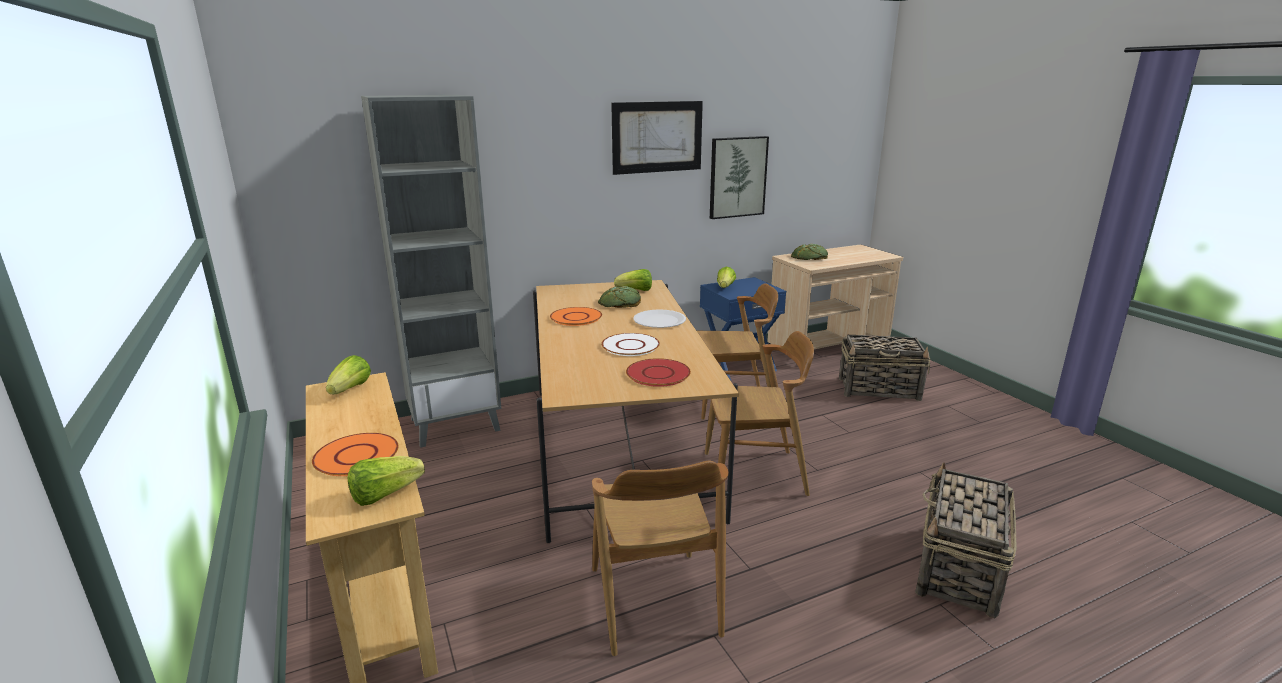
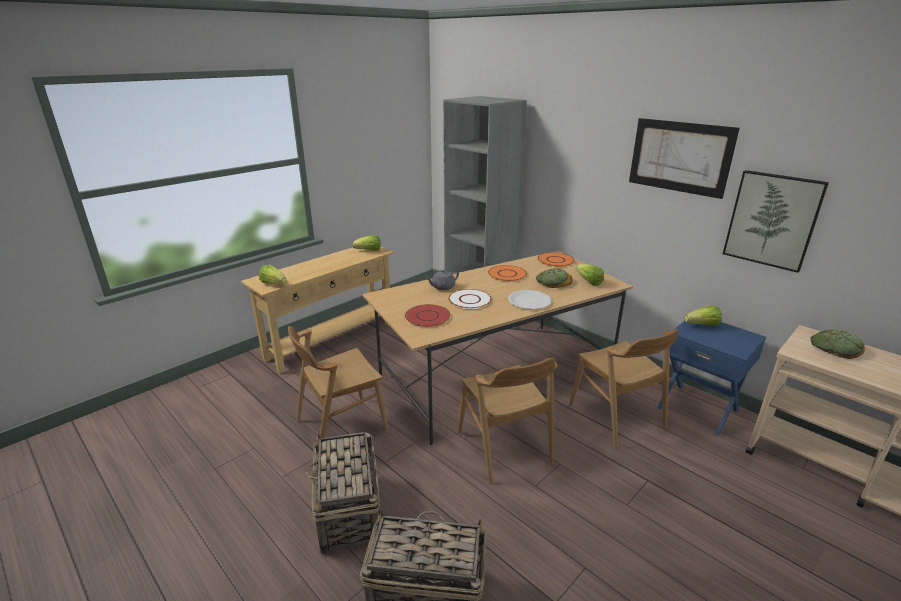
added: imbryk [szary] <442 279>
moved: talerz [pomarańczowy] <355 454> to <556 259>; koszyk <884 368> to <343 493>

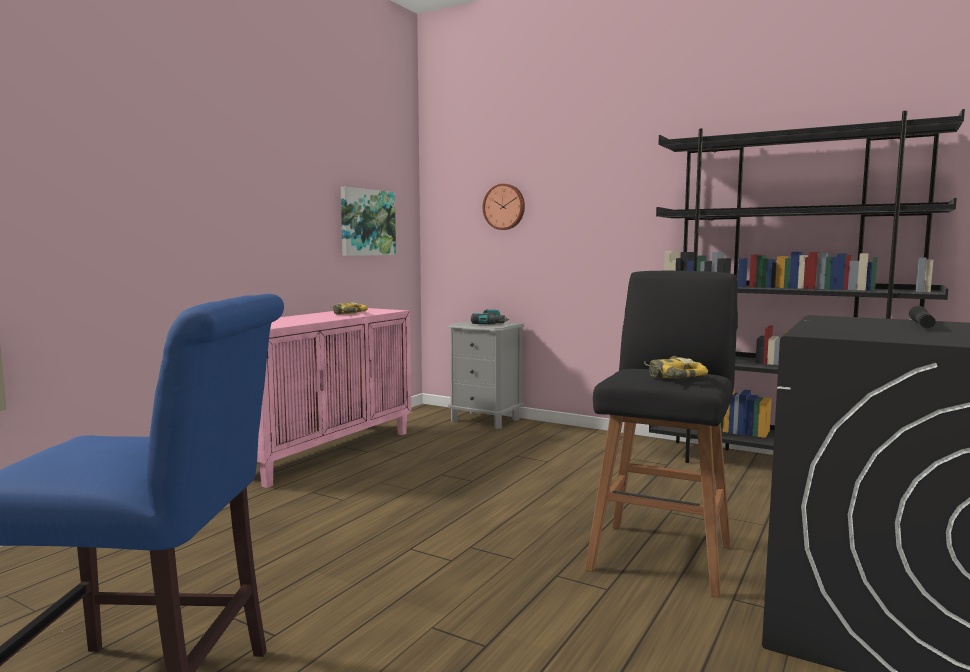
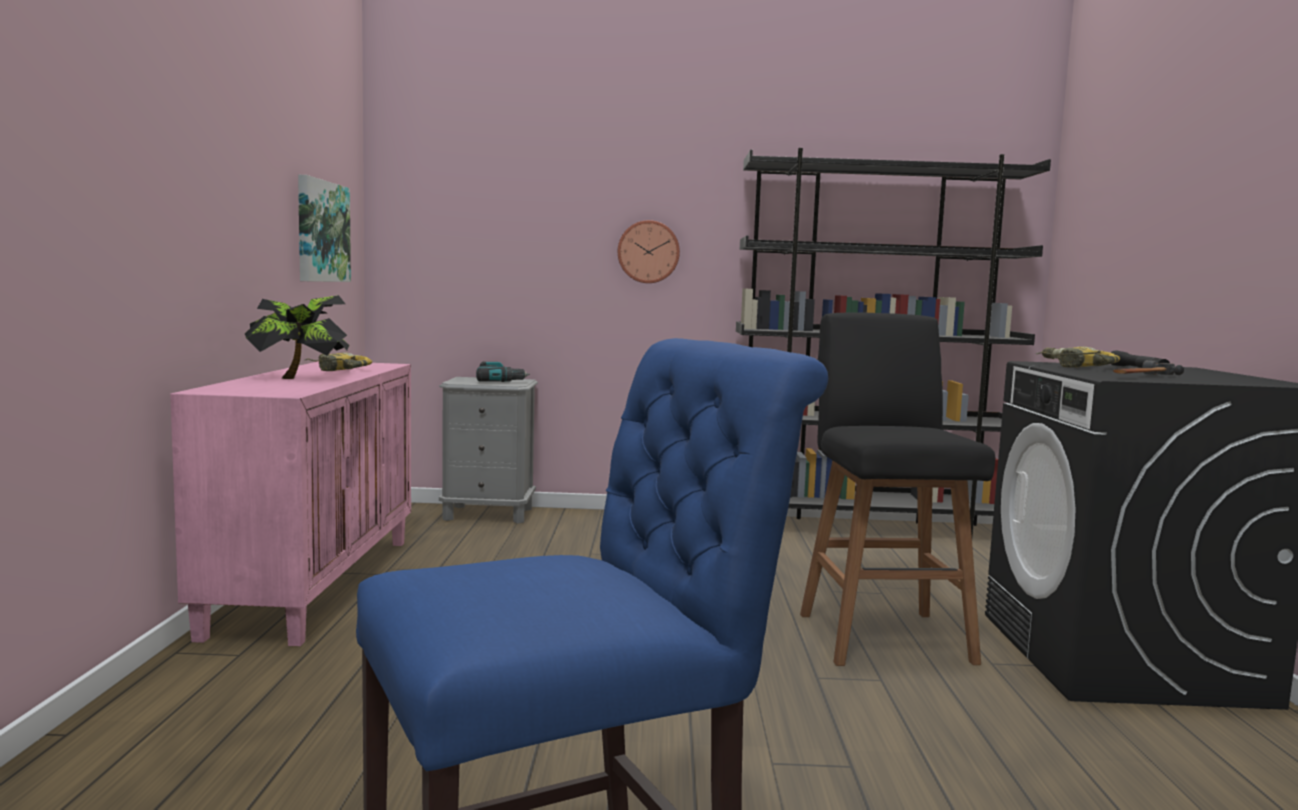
added: roślina doniczkowa <297 337>; młotek <1148 367>
moved: zegar ścienny <504 207> to <649 251>; wiertarka <676 367> to <1078 357>

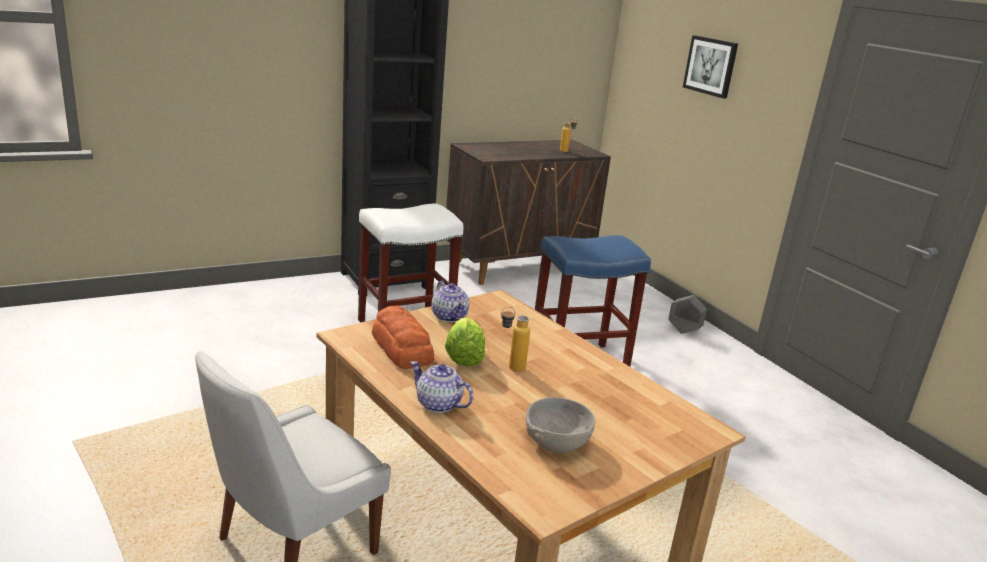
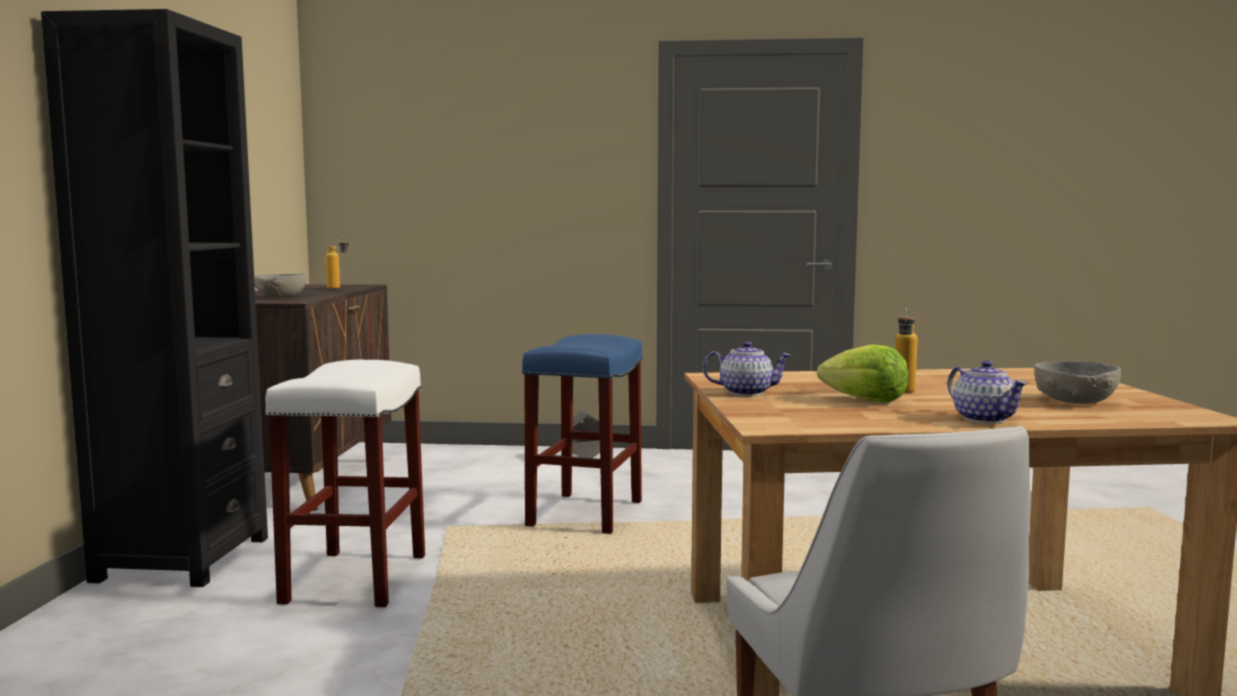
removed: chleb <403 337>; obraz <710 67>
added: miska [szary] <280 285>
turned: imbryk <442 387> = <988 391> 90 degrees counterclockwise

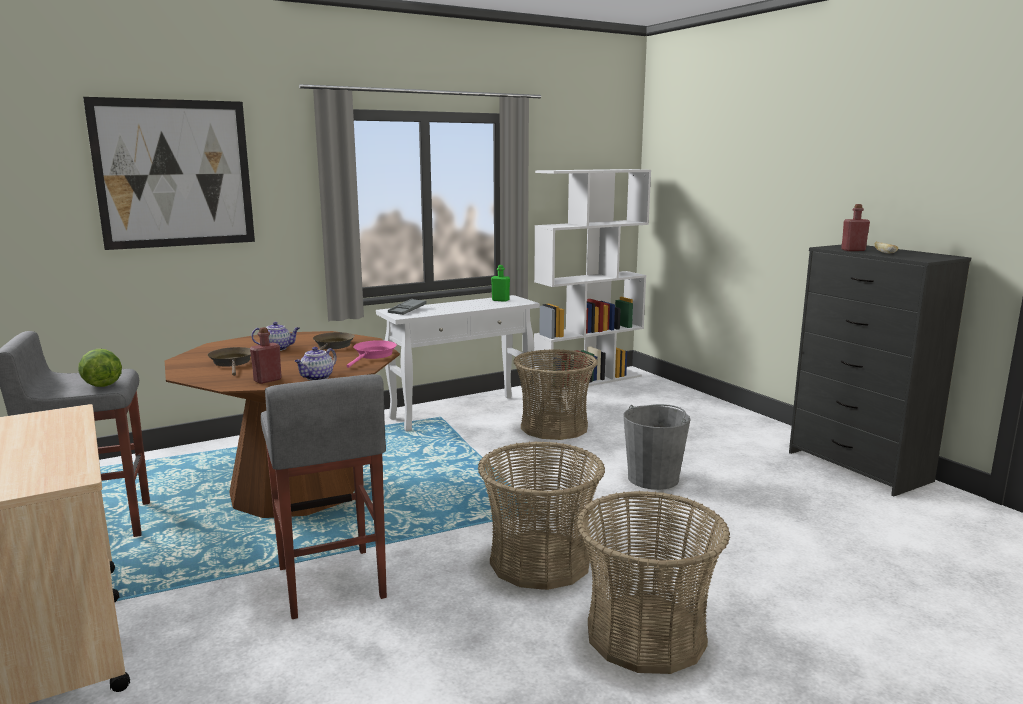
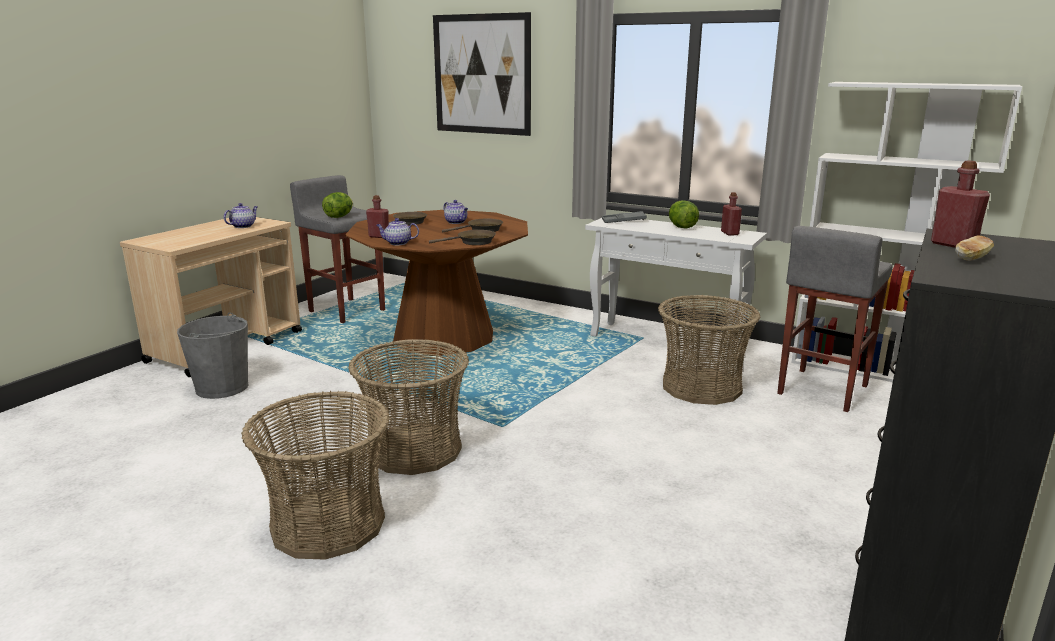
added: imbryk <241 215>; sałata <684 214>
moved: stołek [szary] <324 496> to <835 319>; wiadro [szary] <657 447> to <213 356>
recoloured: patelnia [różowy] <371 354> to patelnia [brązowy] <462 237>; butelka [zielony] <500 283> to butelka [czerwony] <731 214>

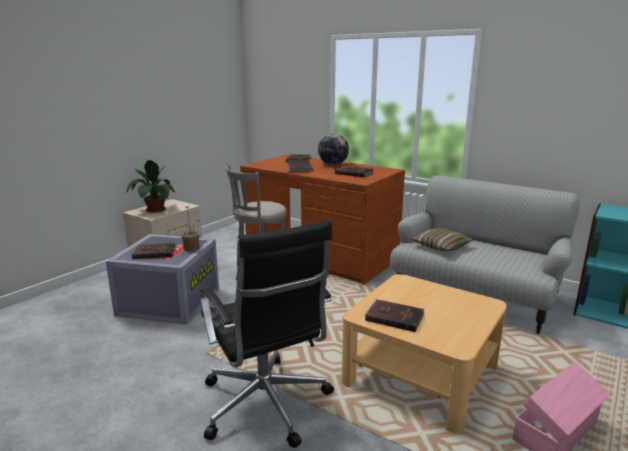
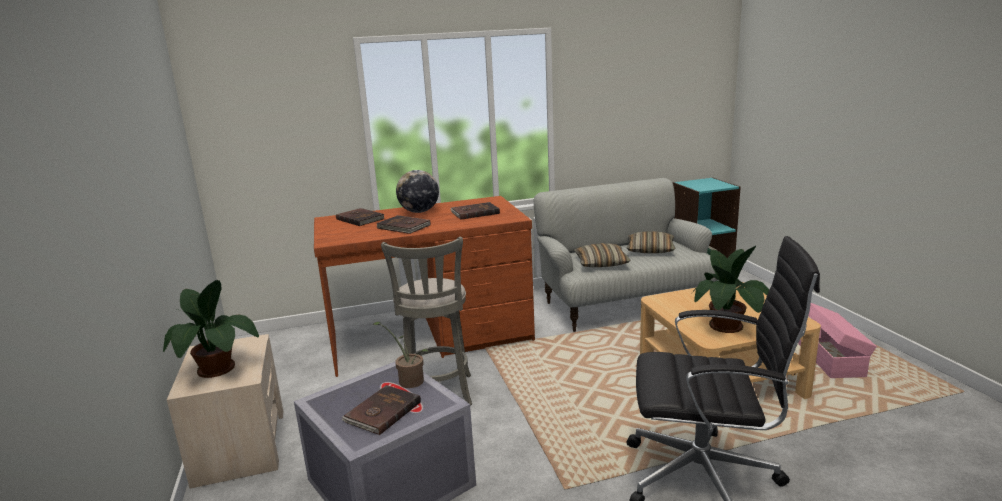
added: poduszka <651 242>
replaced: książka [brązowy] <395 315> to roślina doniczkowa <730 289>

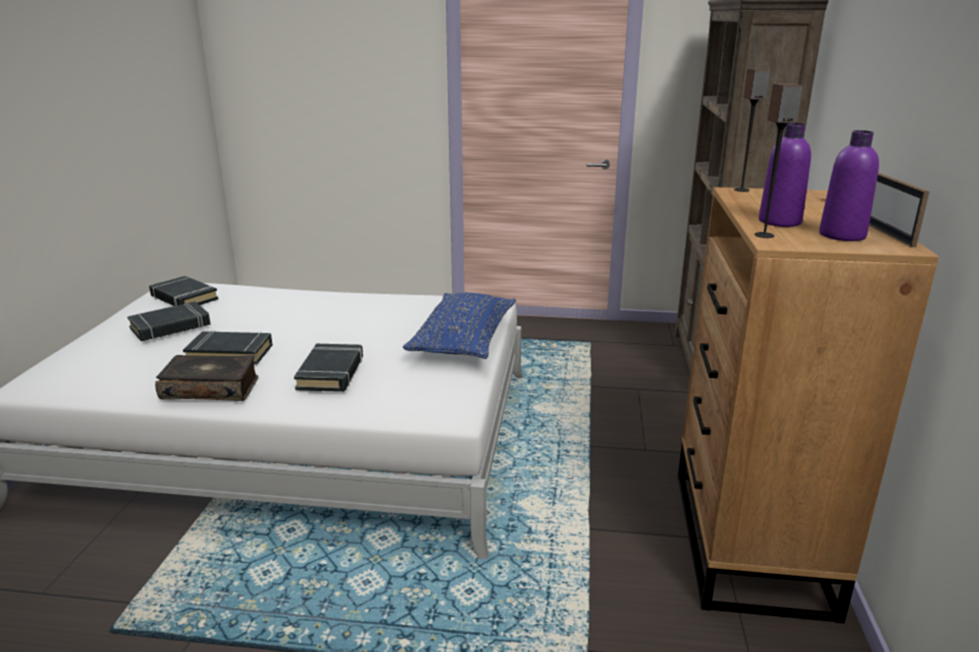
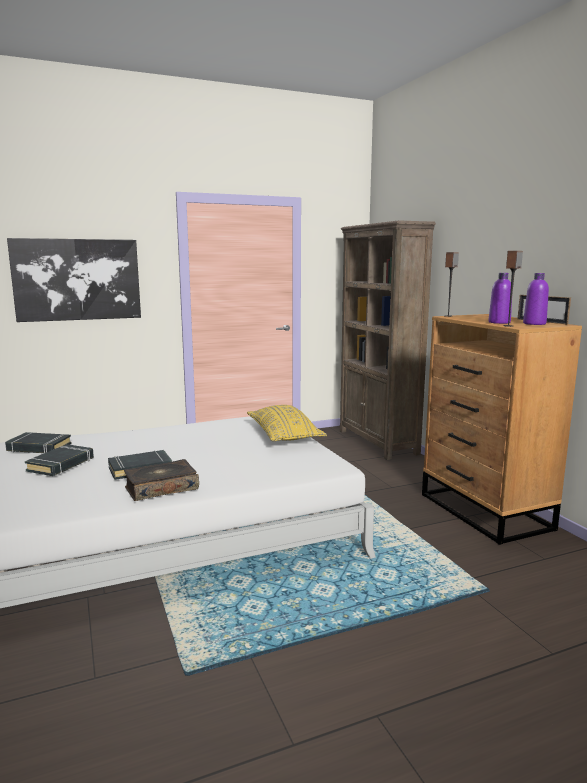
removed: książka [czarny] <328 368>
added: obraz <74 280>
recoloured: poduszka [niebieski] <459 326> to poduszka [żółty] <287 423>

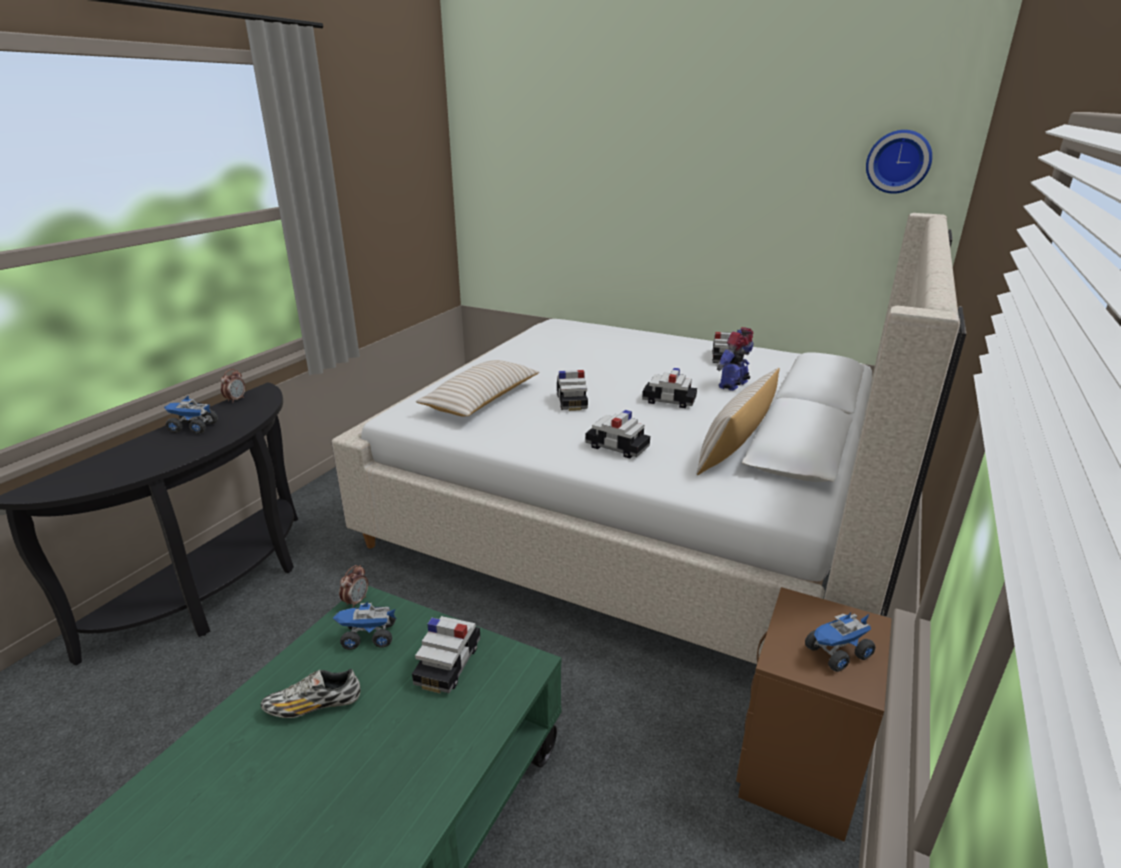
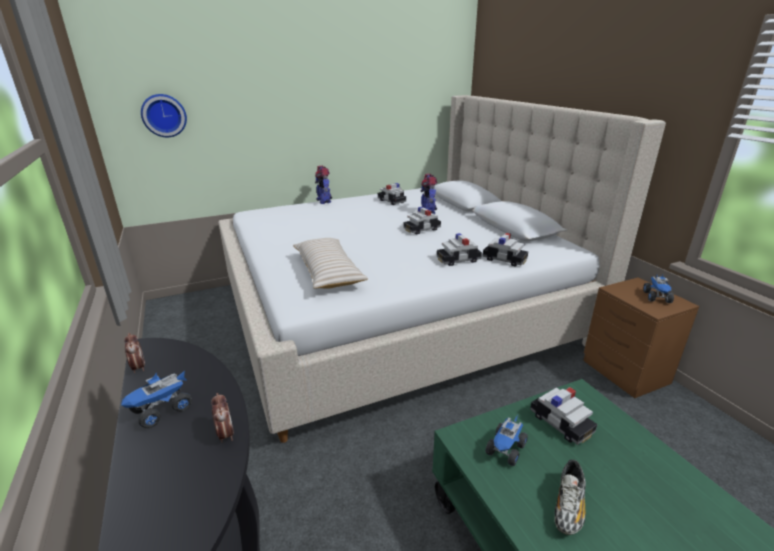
removed: poduszka [beżowy] <738 421>
added: robot zabawkowy <323 185>
moved: budzik <353 586> to <222 418>; samochodzik <572 390> to <505 250>; zegar ścienny <899 162> to <164 115>

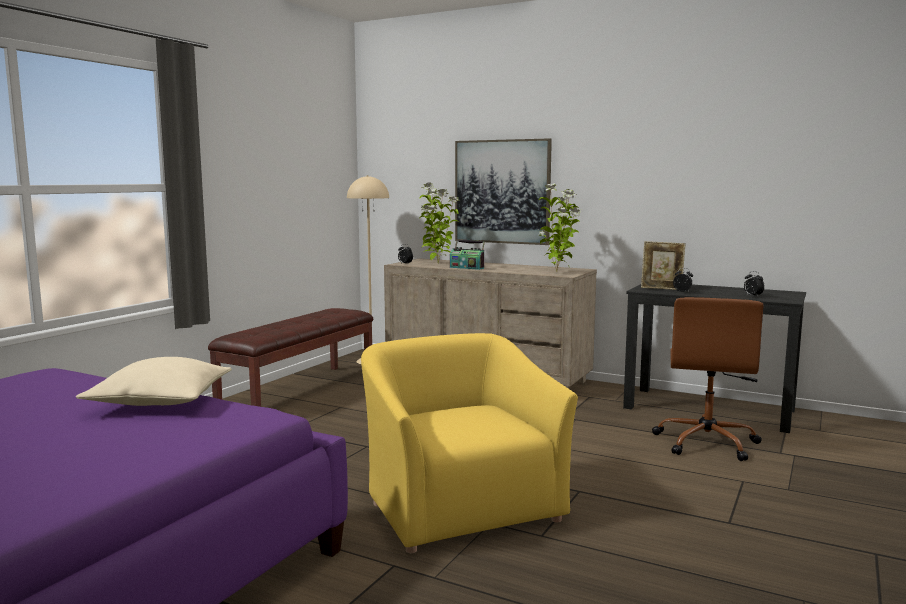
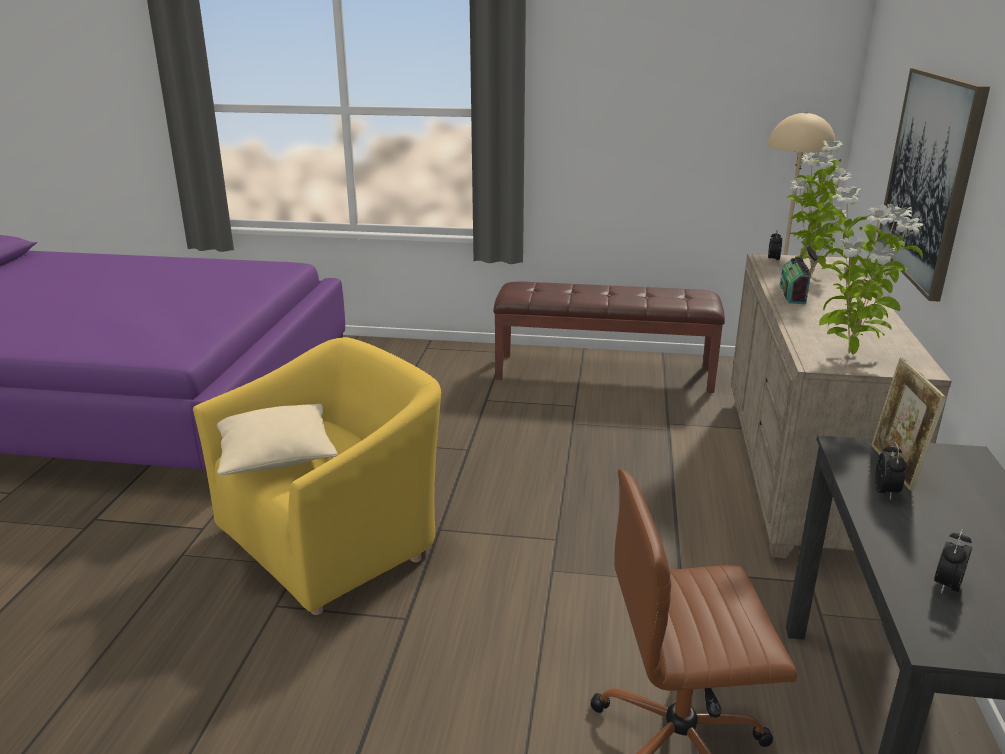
moved: poduszka [beżowy] <154 381> to <277 439>

